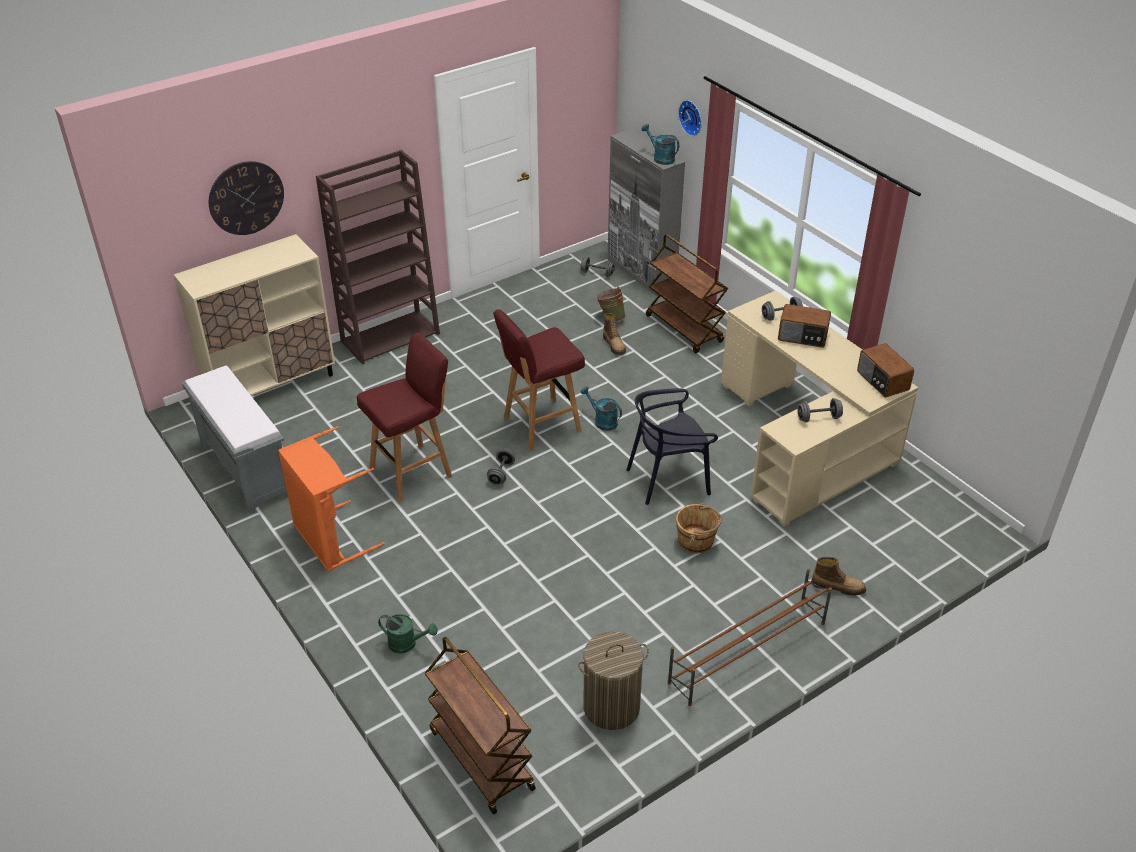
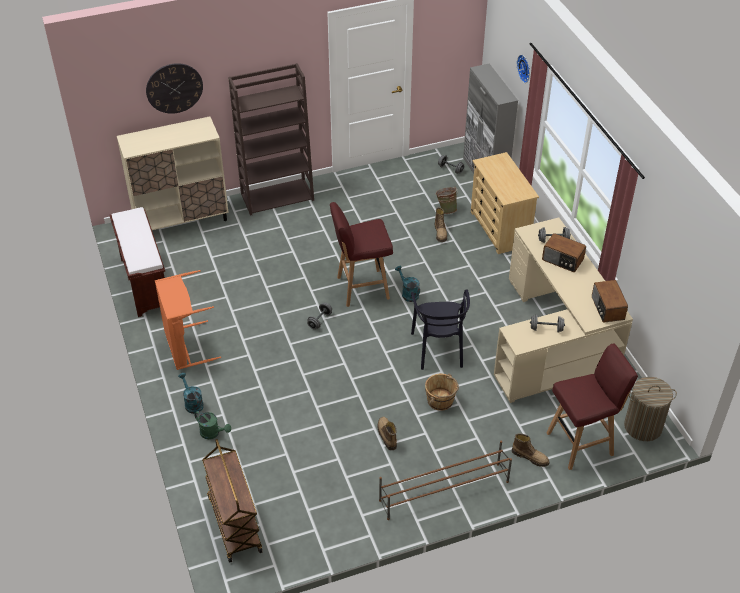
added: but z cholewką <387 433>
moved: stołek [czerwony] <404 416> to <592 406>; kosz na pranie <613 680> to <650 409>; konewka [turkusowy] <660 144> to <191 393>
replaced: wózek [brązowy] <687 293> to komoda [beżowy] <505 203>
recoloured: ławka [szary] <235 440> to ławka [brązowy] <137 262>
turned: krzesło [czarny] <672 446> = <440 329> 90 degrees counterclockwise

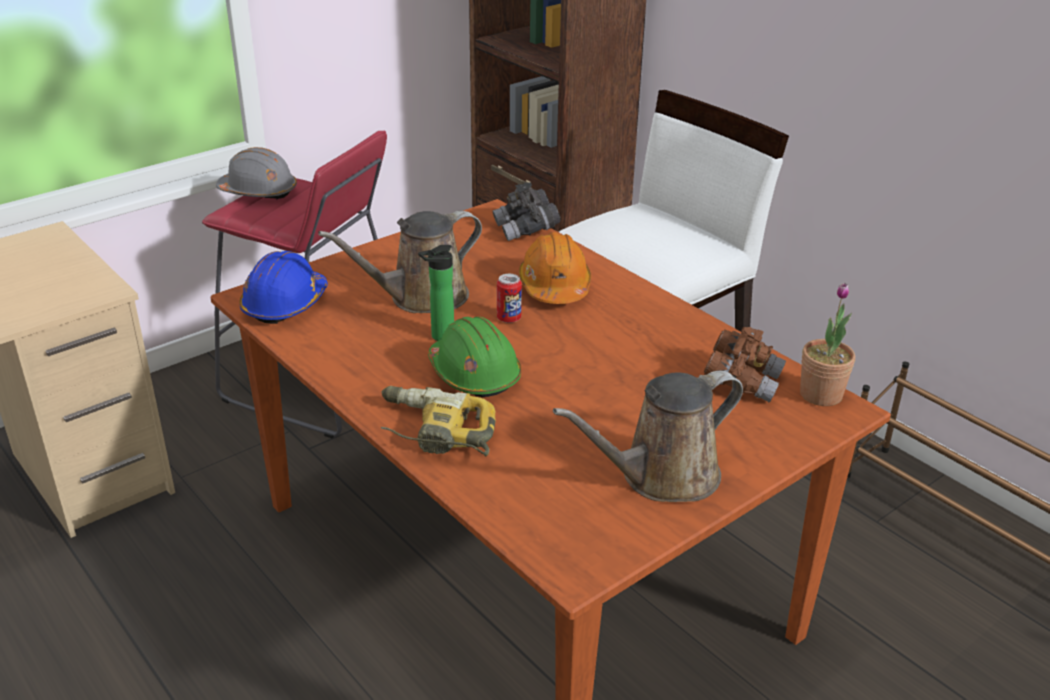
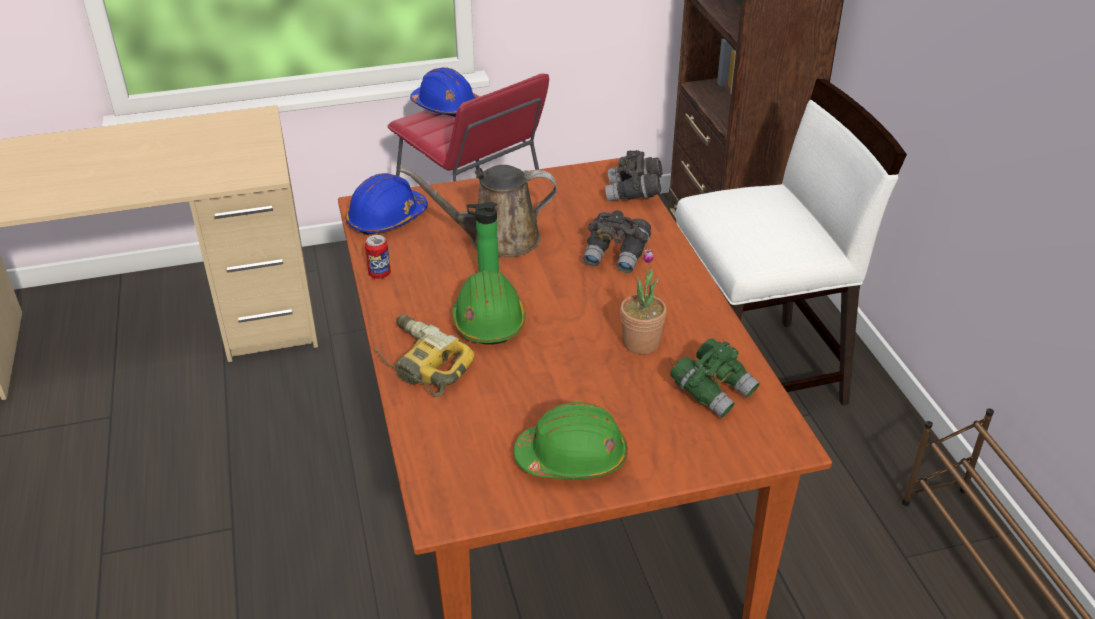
moved: puszka <509 298> to <378 257>; roślina doniczkowa <827 344> to <643 301>
replaced: kask [pomarańczowy] <555 268> to lornetka [szary] <617 241>; konewka [brązowy] <648 436> to kask [zielony] <570 441>
recoloured: kask [szary] <256 173> to kask [niebieski] <443 92>; lornetka [brązowy] <745 364> to lornetka [zielony] <715 378>

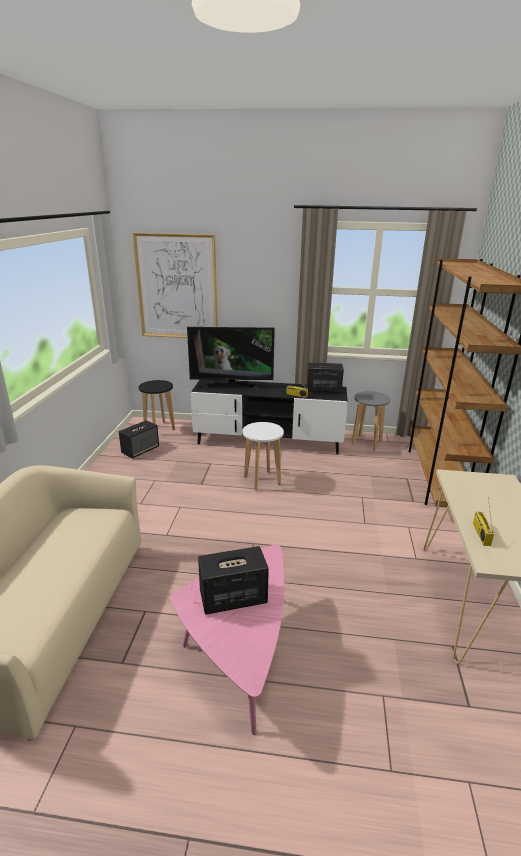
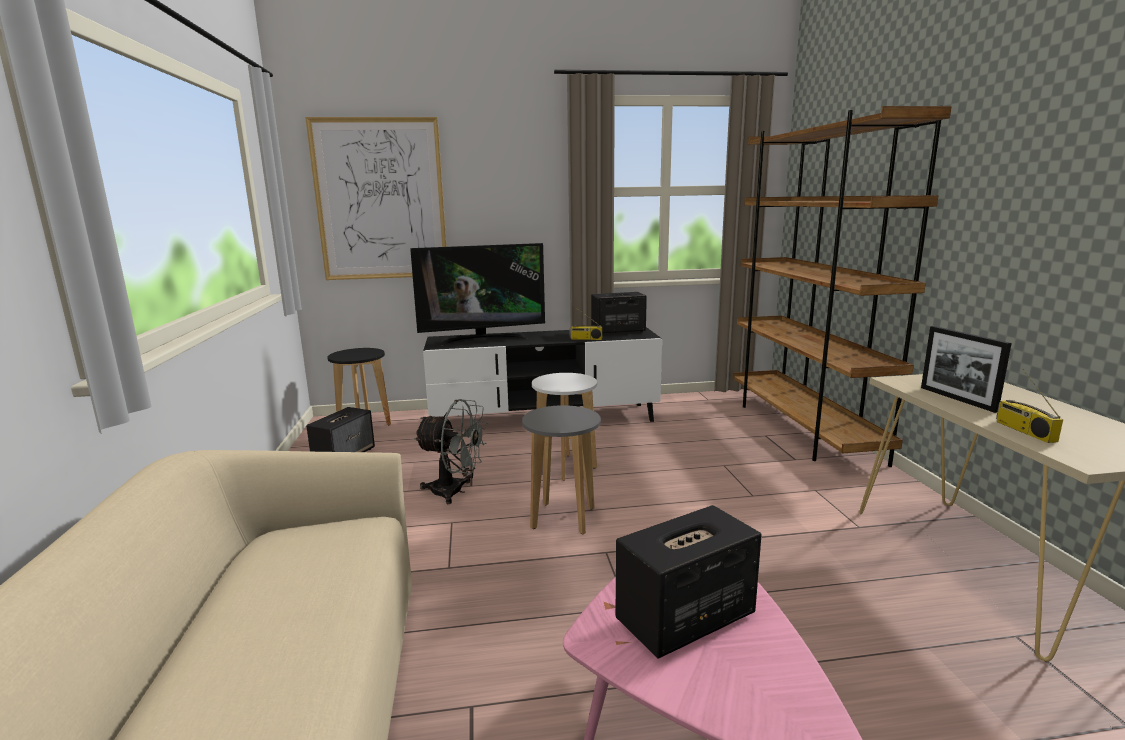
added: wentylator [szary] <450 451>; ramka na zdjęcie <966 369>
moved: stołek [szary] <371 420> to <561 470>

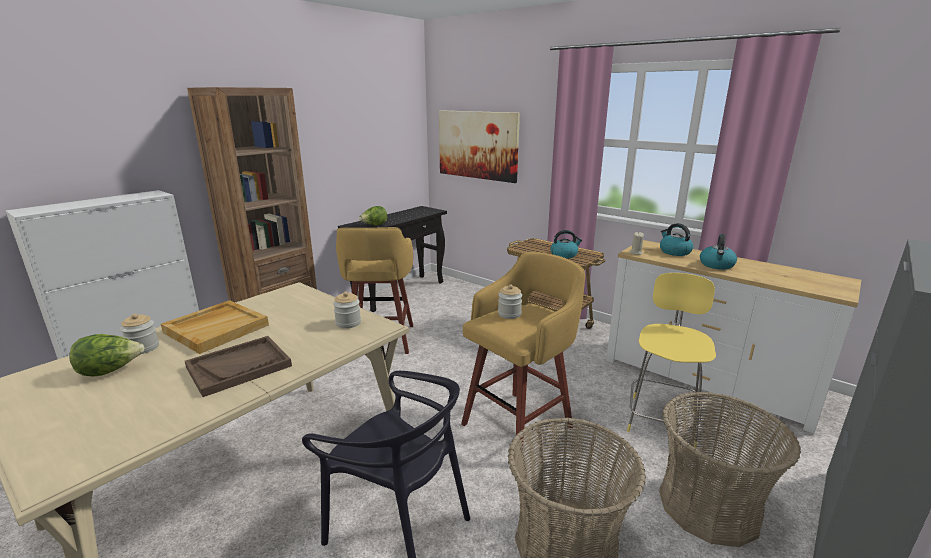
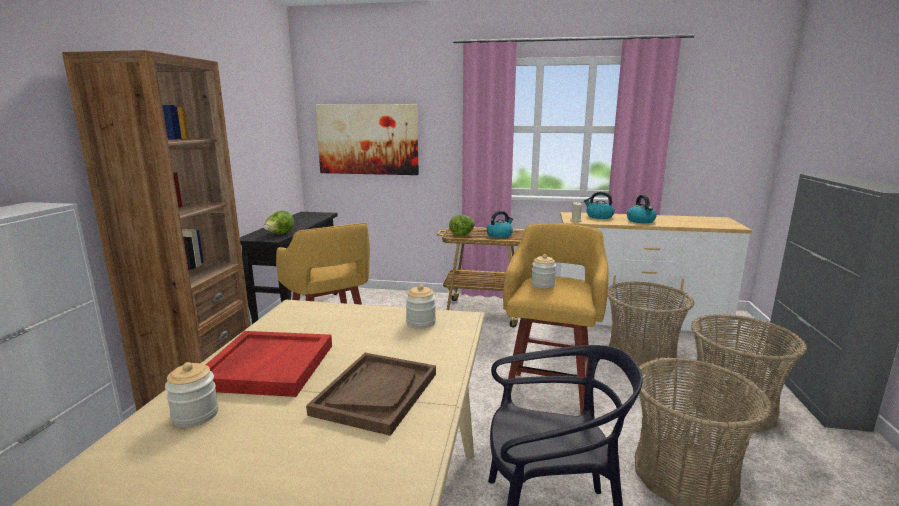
moved: sałata <107 355> to <461 226>
replaced: stołek [żółty] <671 360> to koszyk <651 328>
recoloured: taca [beżowy] <215 327> to taca [czerwony] <268 364>

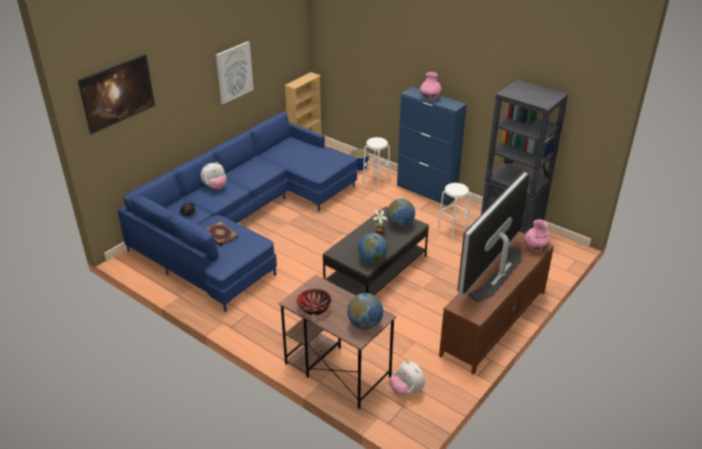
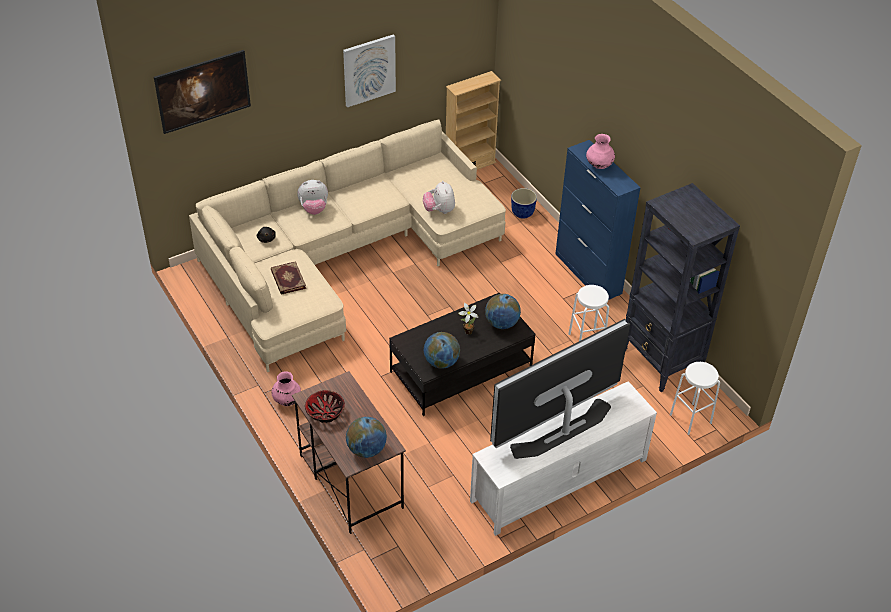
moved: stołek [biały] <376 163> to <695 398>; pluszak <407 378> to <439 197>; wazon [różowy] <537 235> to <286 388>
recoloured: kanapa [niebieski] <237 211> to kanapa [beżowy] <347 245>; szafka pod telewizor [brązowy] <496 303> to szafka pod telewizor [biały] <563 458>

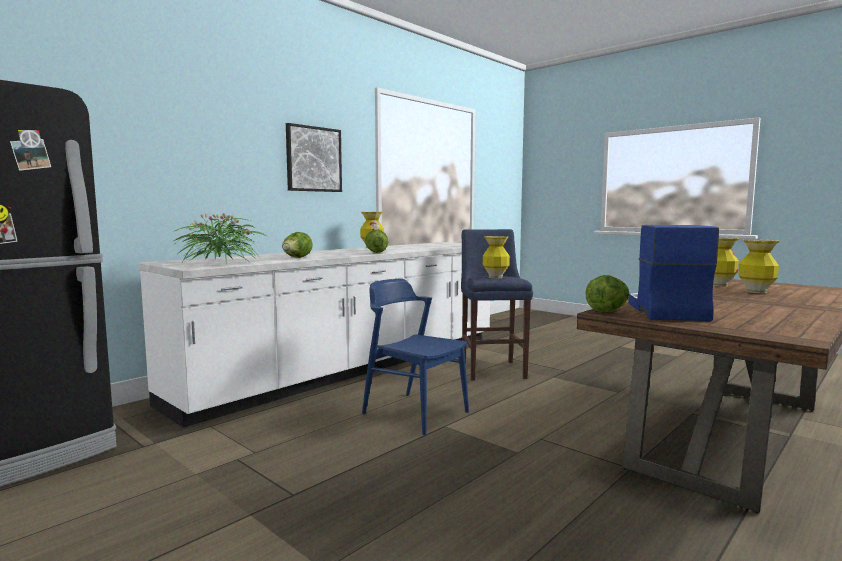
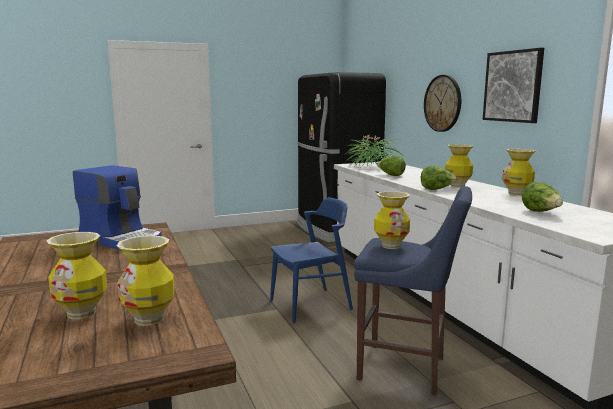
added: zegar ścienny <442 103>; wazon <459 165>
moved: sałata <607 293> to <542 197>

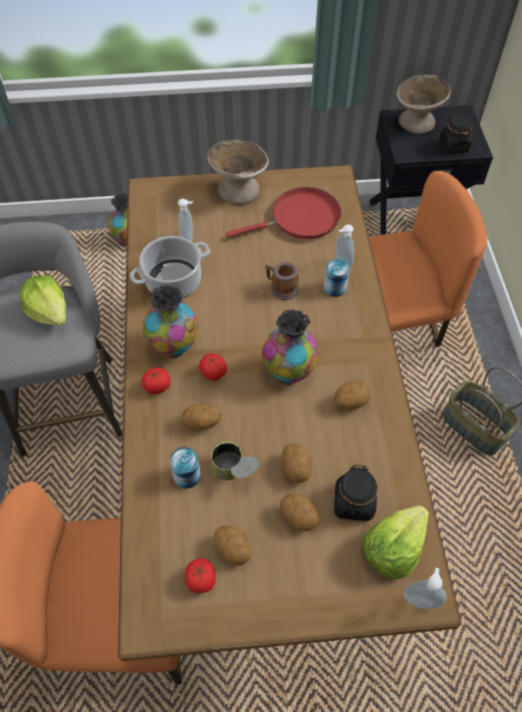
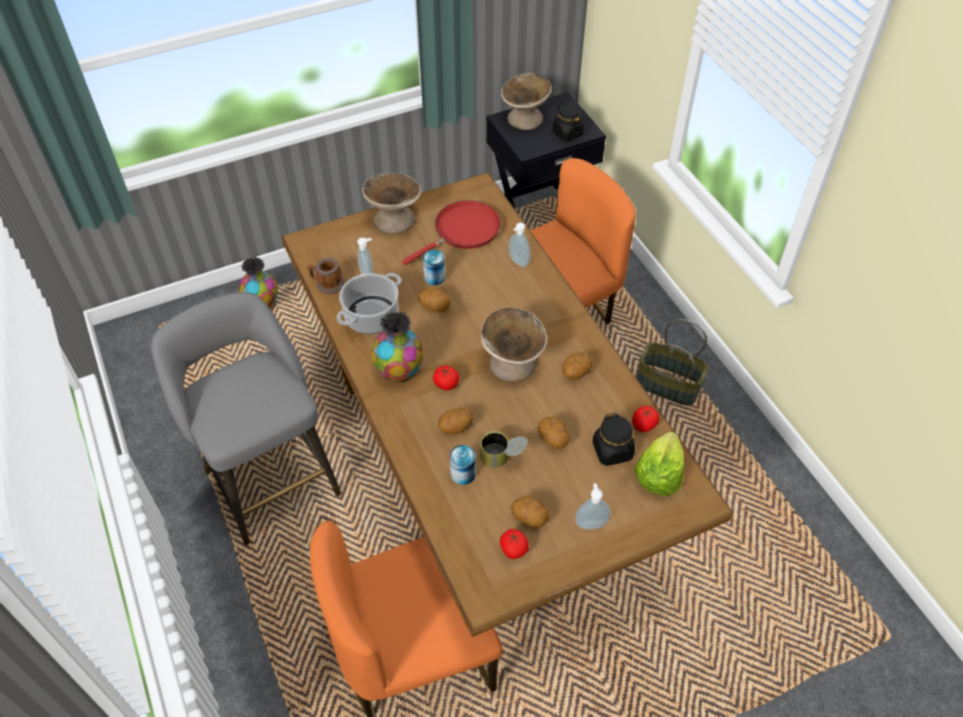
removed: sałata <42 300>
moved: pomidor <156 380> to <646 419>; kubek <282 281> to <325 276>; ziemniak <299 512> to <434 300>; puszka <337 278> to <434 267>; dozownik mydła <425 588> to <592 506>
replaced: wazon <290 347> to miska [beżowy] <514 345>

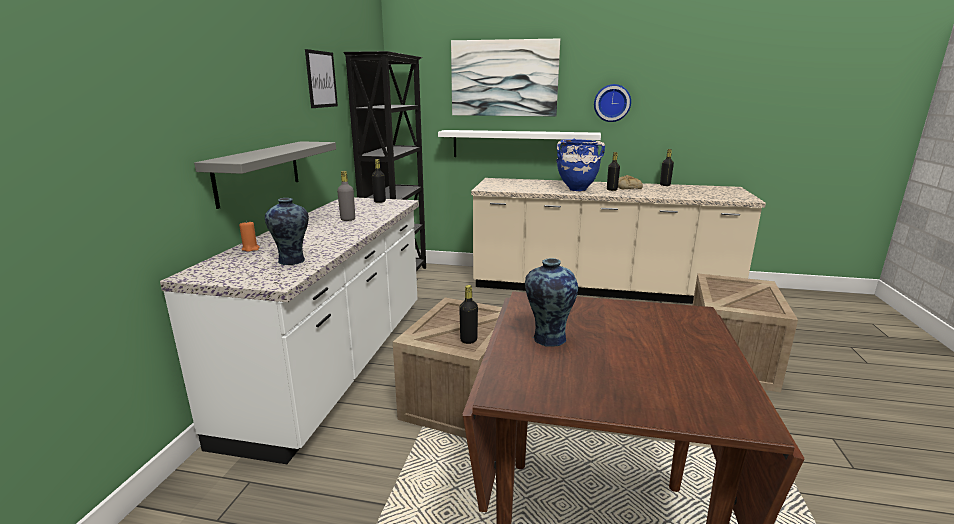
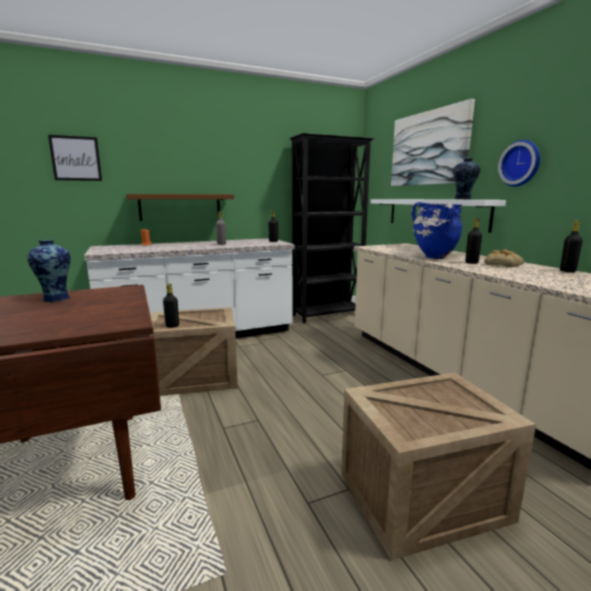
moved: wazon <287 231> to <466 178>; obraz <321 78> to <75 158>
recoloured: półka [szary] <265 175> to półka [brązowy] <180 207>

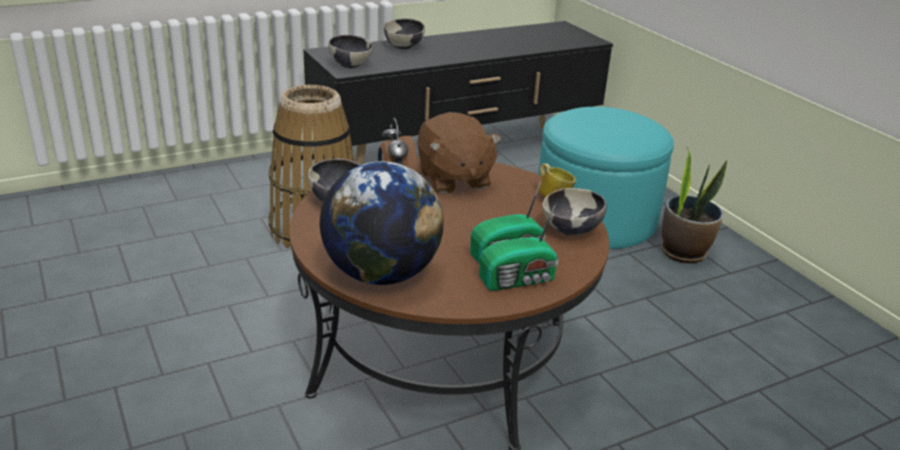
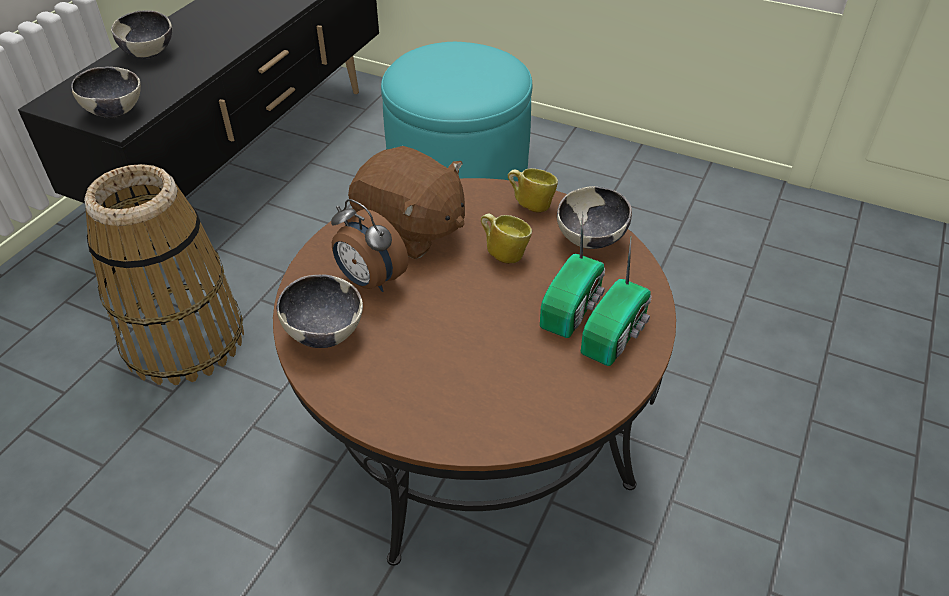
removed: globus <382 223>; roślina doniczkowa <694 205>
added: kubek <506 238>

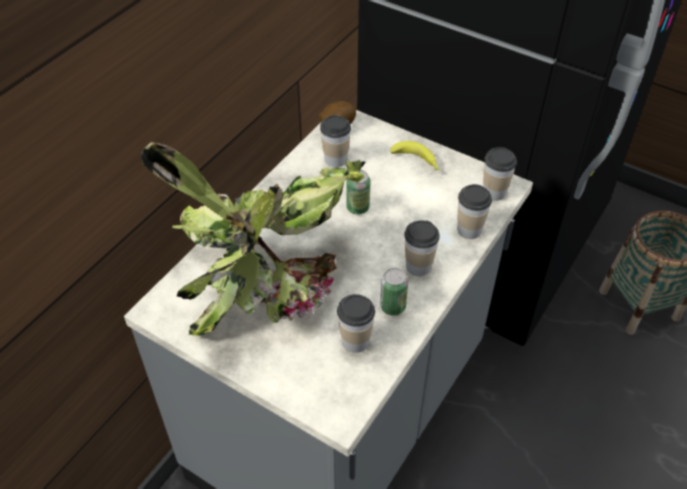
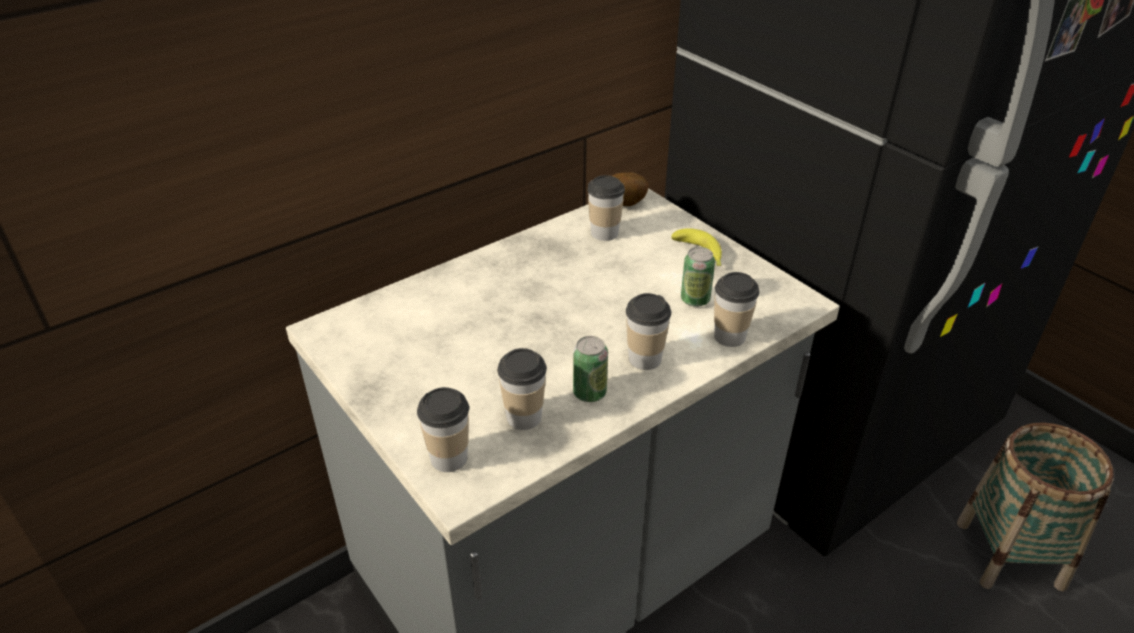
removed: roślina doniczkowa <253 239>
moved: puszka <358 192> to <698 277>; filiżanka <500 174> to <443 429>

